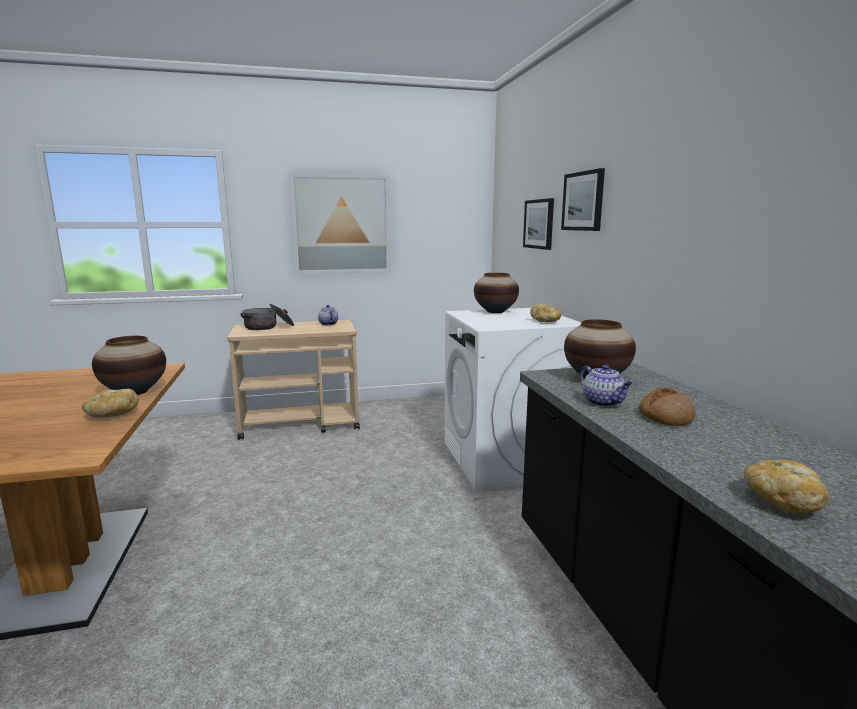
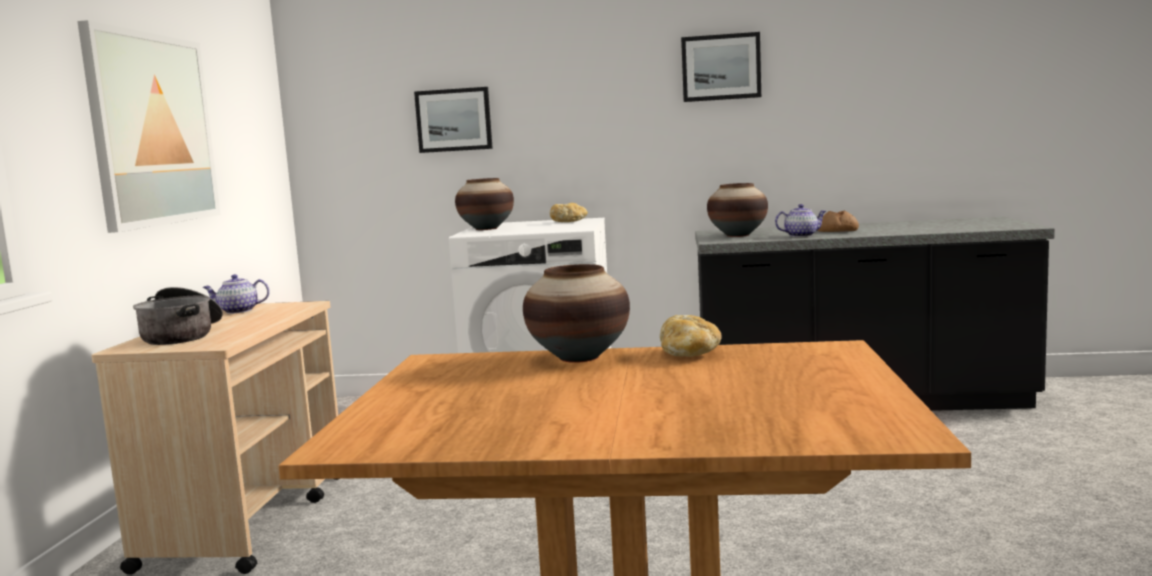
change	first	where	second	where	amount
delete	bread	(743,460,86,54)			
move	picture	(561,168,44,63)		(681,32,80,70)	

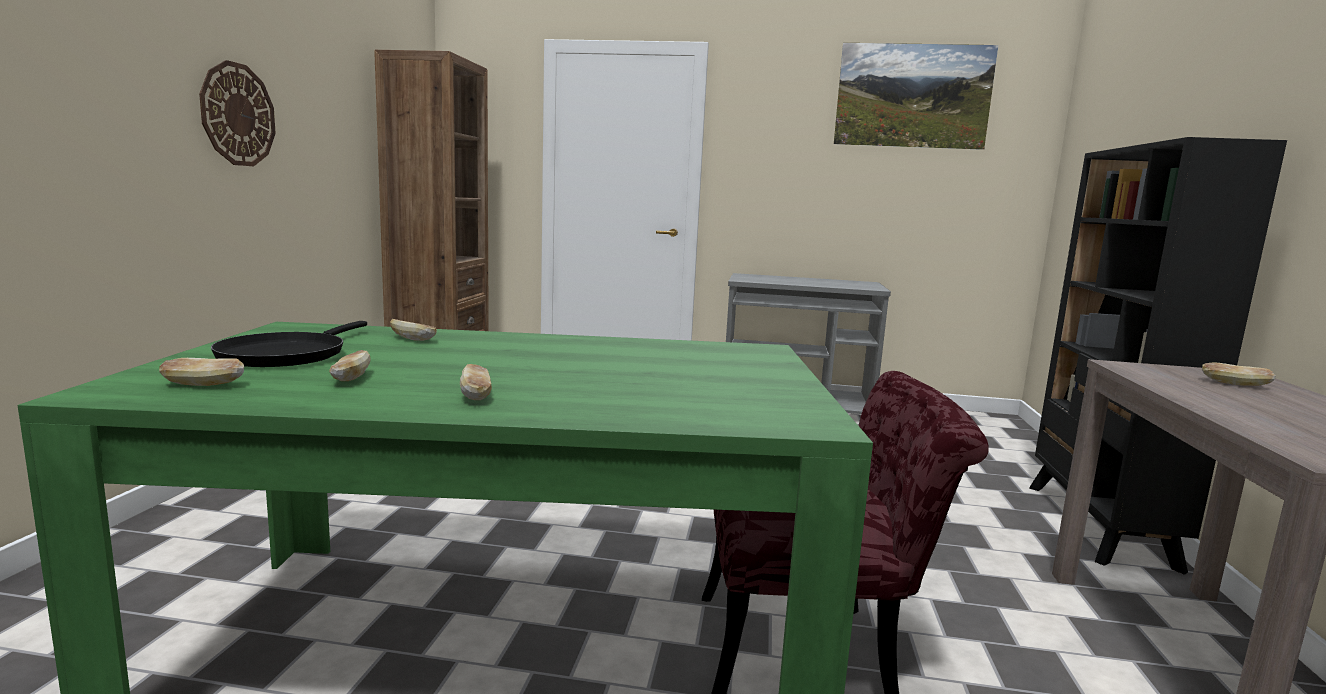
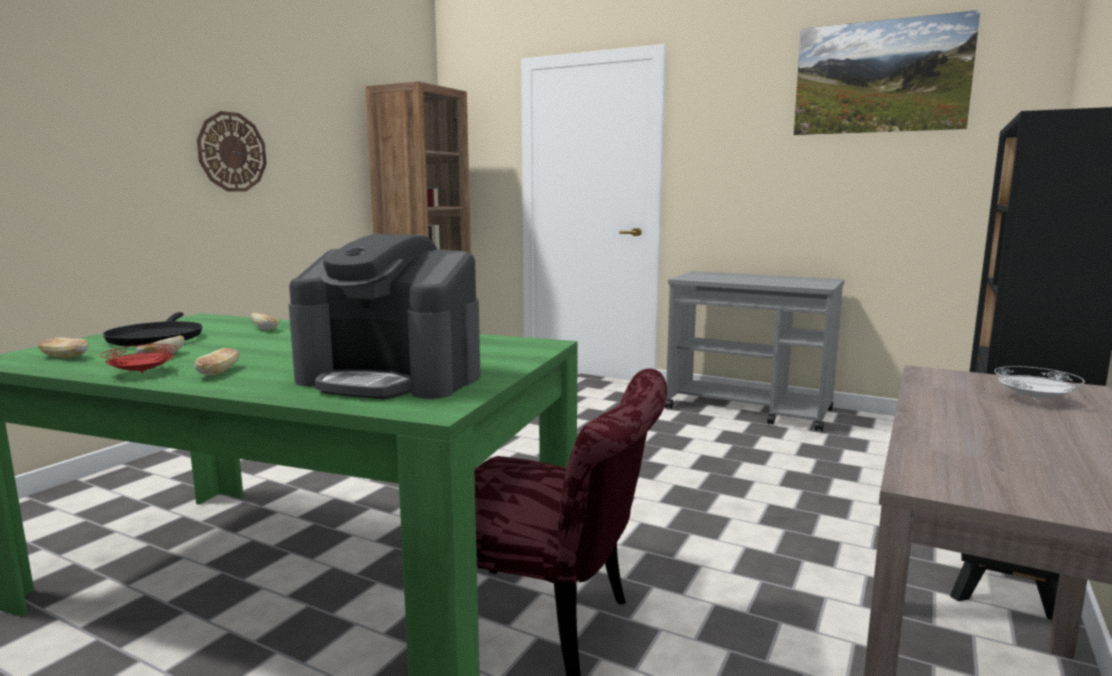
change	first	where	second	where	amount
insert			red plate	(100,344,77,29)	
insert			coffee machine	(289,234,191,165)	
replace	bread	(1202,362,74,24)	white plate	(995,366,90,34)	
rotate	black frying pan	(211,321,156,46)		(103,312,99,34)	45 degrees counterclockwise

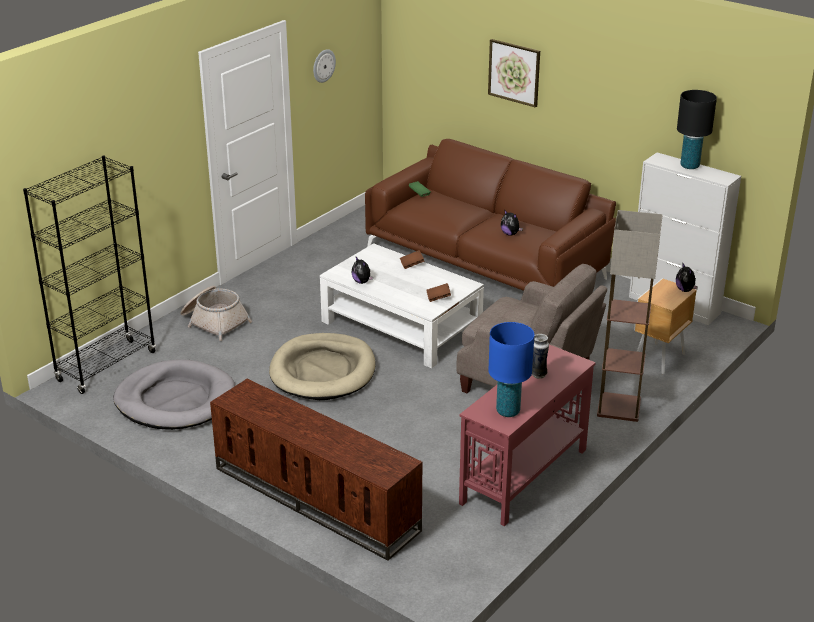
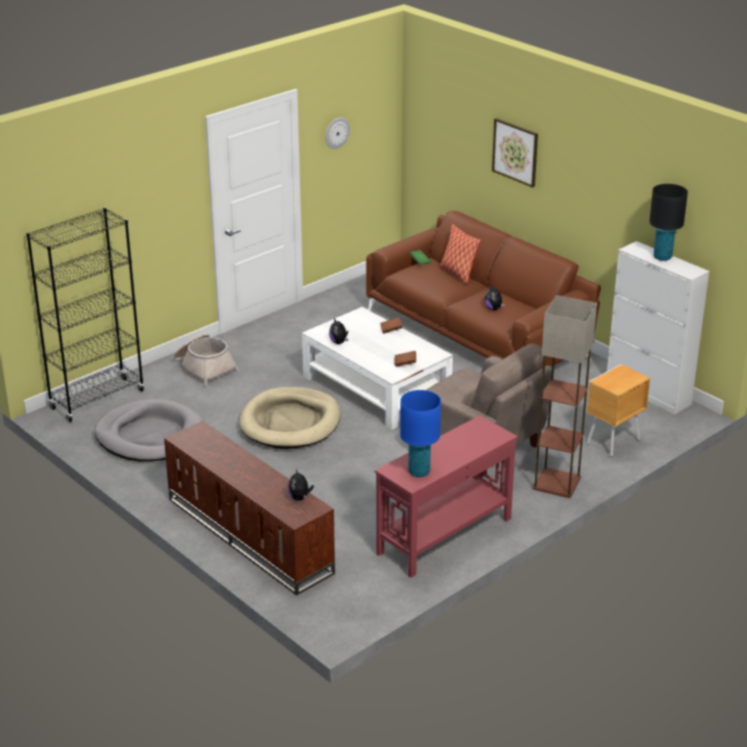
change	first	where	second	where	amount
delete	vase	(532,334,17,45)			
insert			pillow	(439,224,42,60)	
move	plush toy	(676,262,22,30)		(288,469,26,31)	

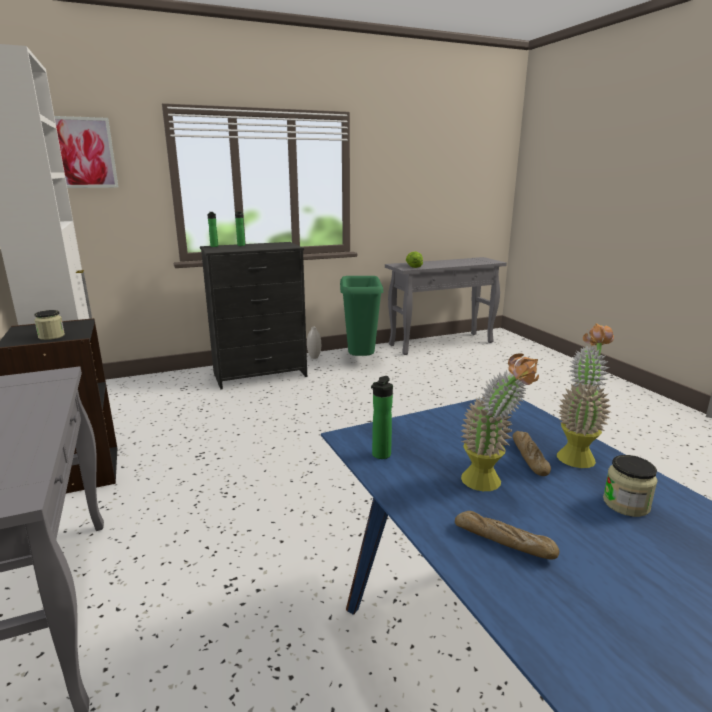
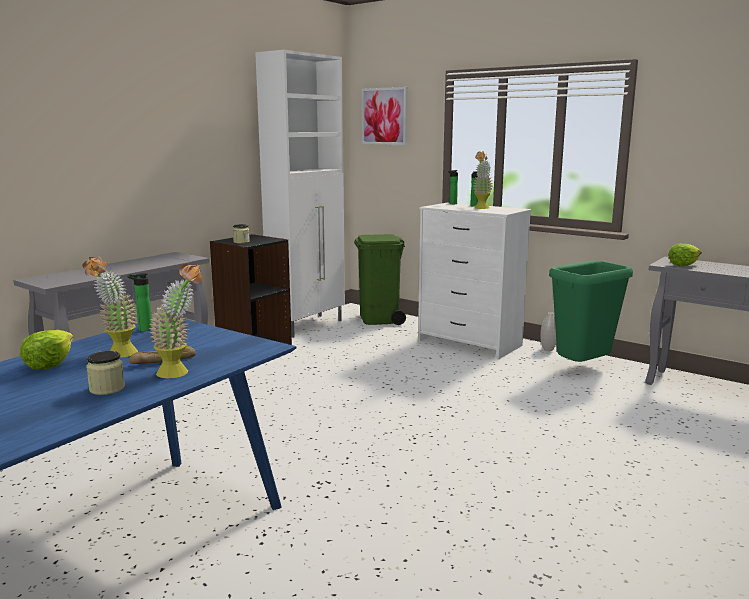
change	first	where	second	where	amount
insert			green trash can	(354,234,52,91)	
insert			potted plant	(473,151,20,58)	
replace	bread	(455,511,105,48)	lettuce	(20,330,53,40)	
recolor	black dresser	(200,242,107,148)	white dresser	(418,203,114,157)	

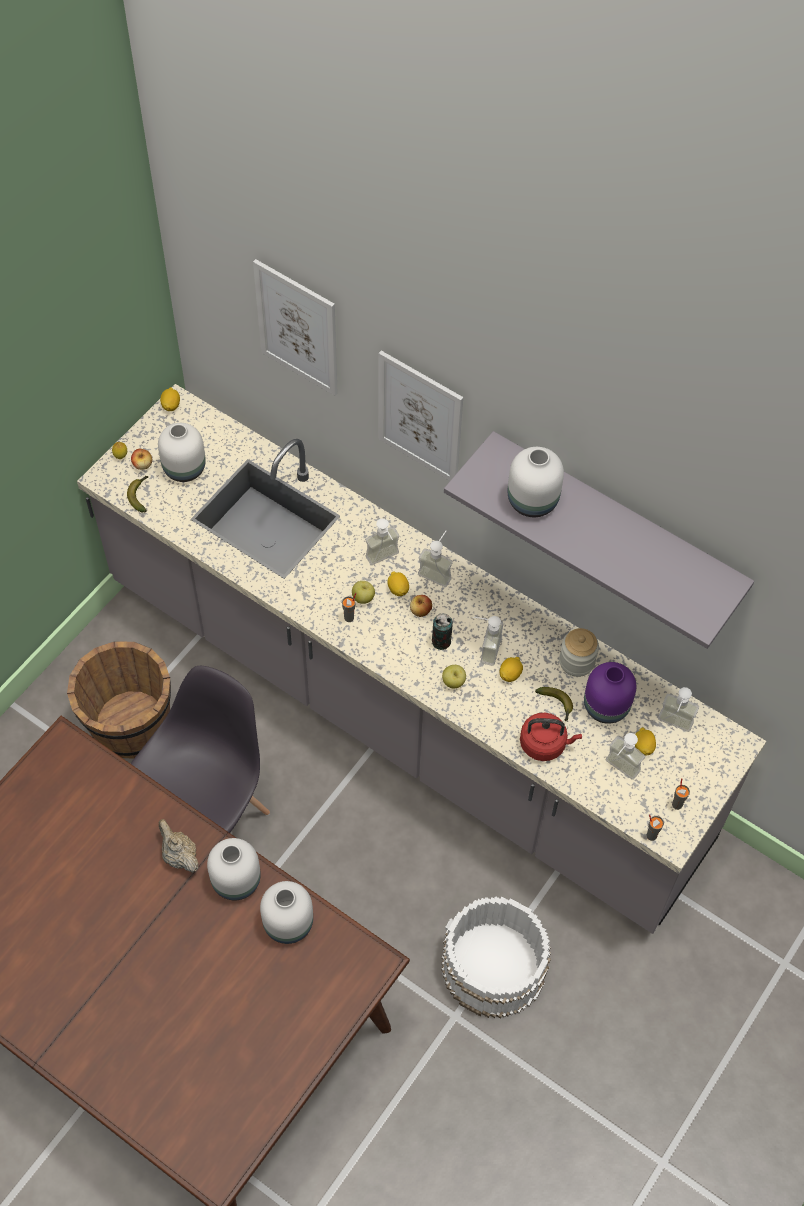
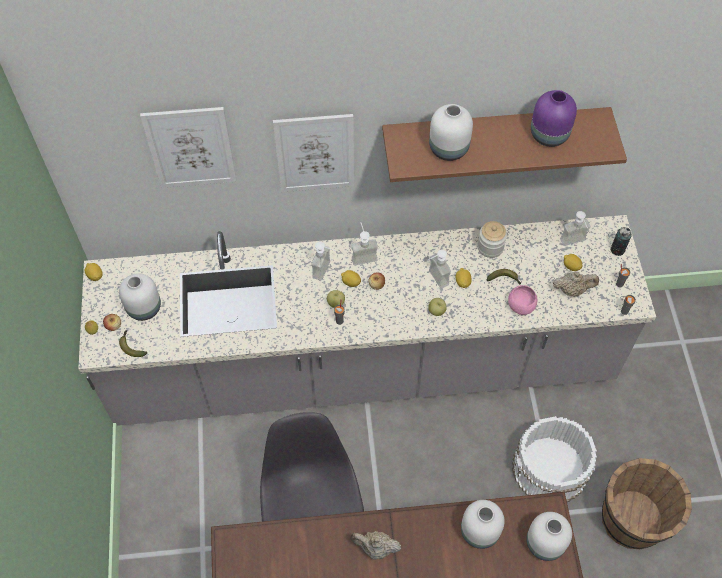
change	first	where	second	where	amount
move	brown bucket	(67,641,104,117)		(602,458,90,91)	
move	white vase	(207,838,54,62)		(526,512,46,49)	
move	can	(432,613,21,37)		(610,227,22,29)	
move	purple vase	(584,662,52,62)		(531,90,46,57)	
replace	red kettle	(520,713,62,48)	pink bowl	(508,285,29,30)	
replace	soap dispenser	(606,733,39,47)	beige teapot	(553,272,46,25)	
recolor	grey shelf	(444,431,310,218)	brown shelf	(382,107,245,75)	

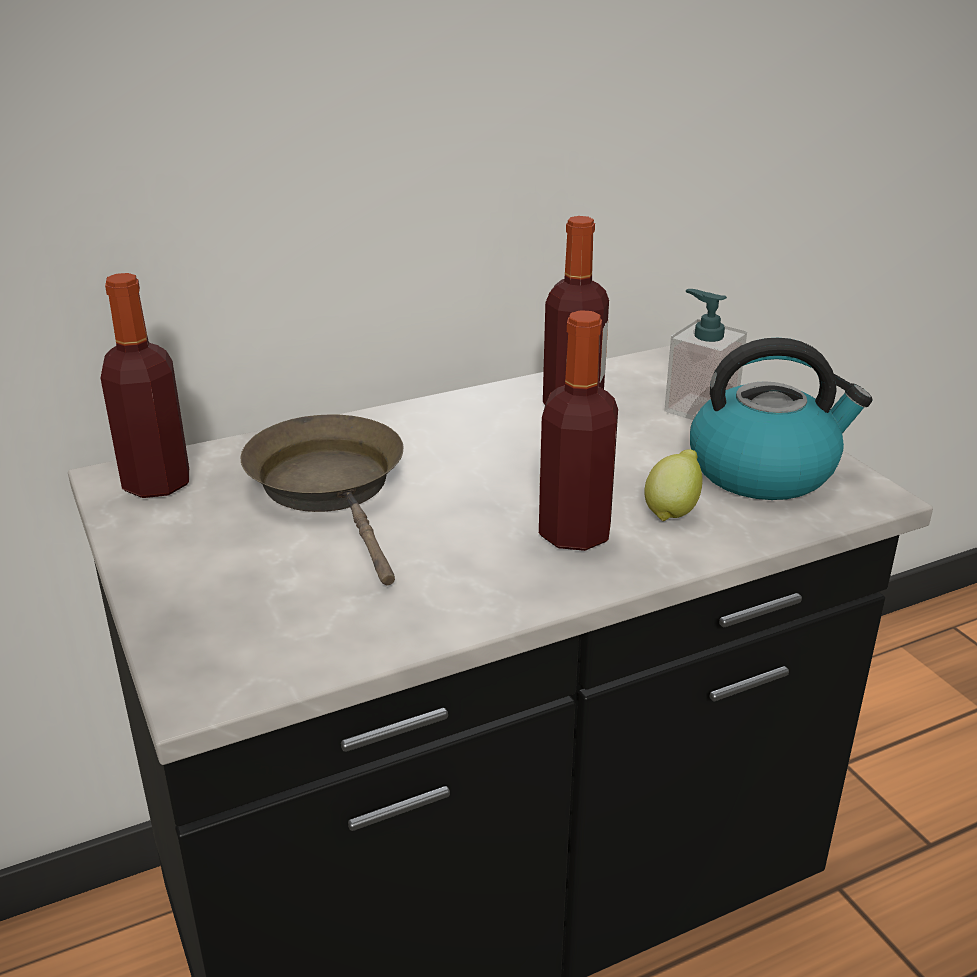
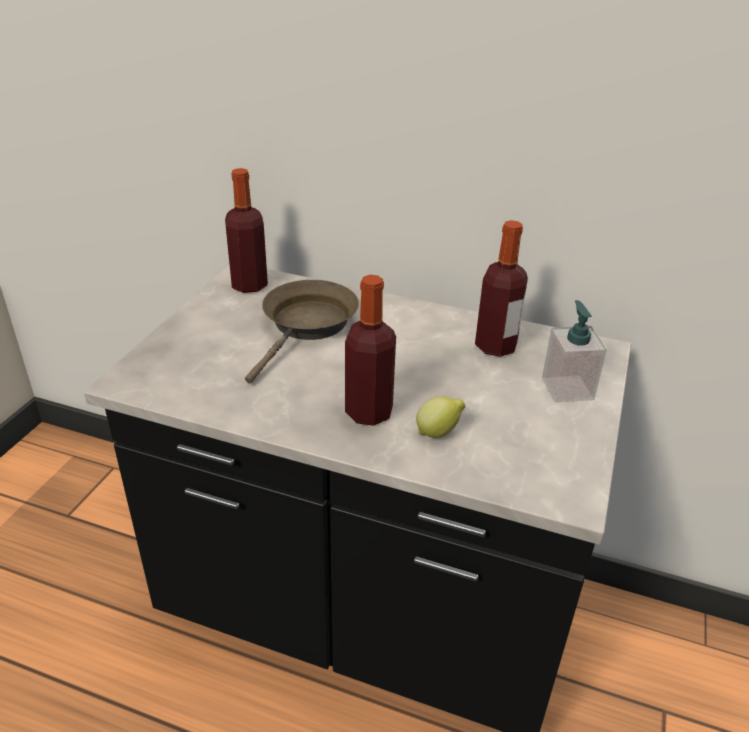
change	first	where	second	where	amount
delete	kettle	(690,338,183,162)			

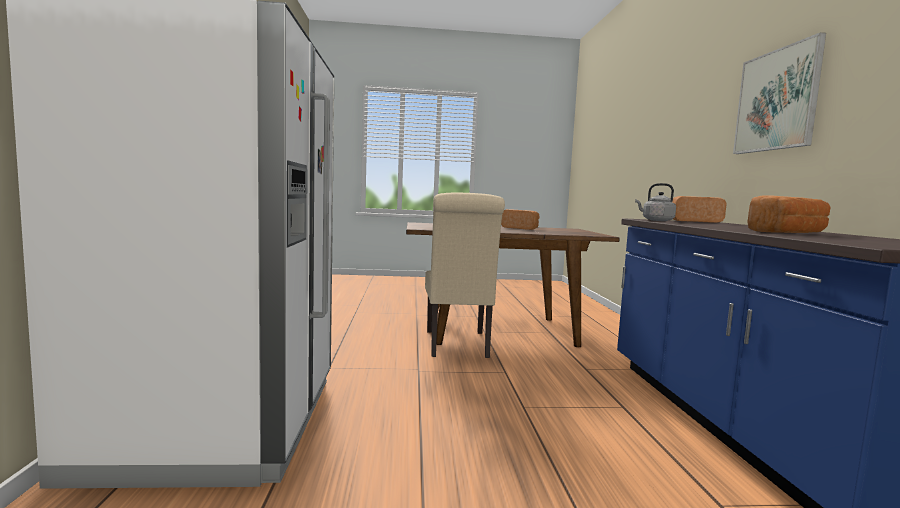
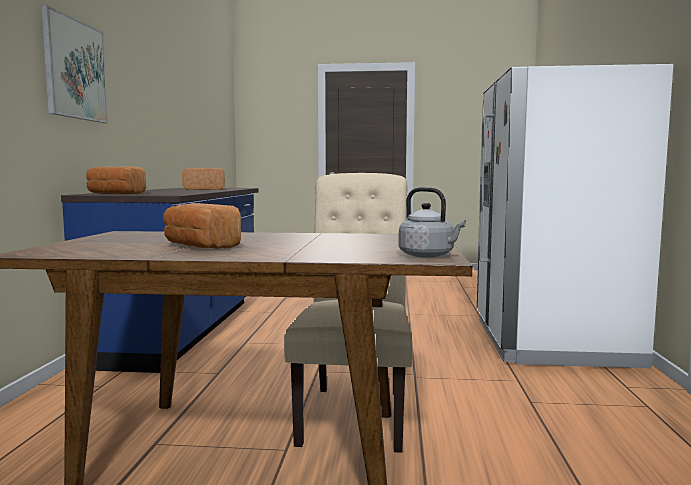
change	first	where	second	where	amount
move	grey kettle	(635,183,41,38)		(398,187,68,71)	

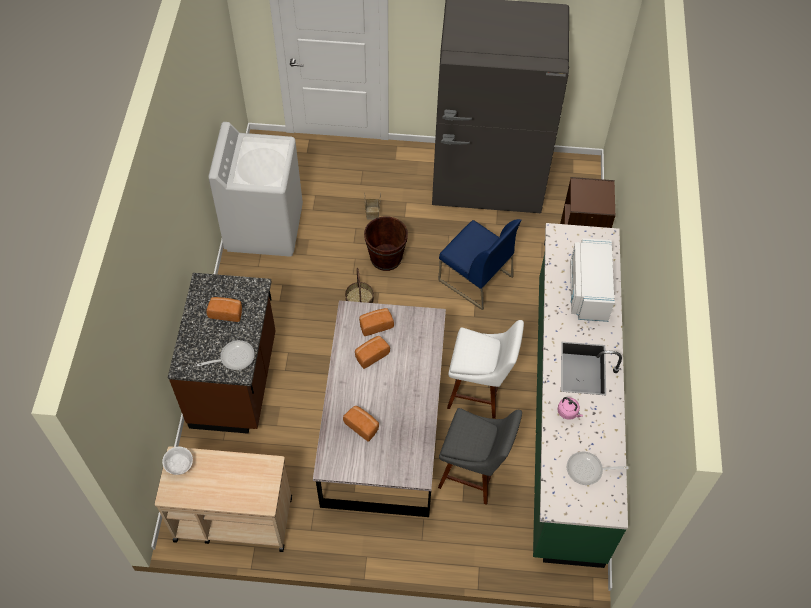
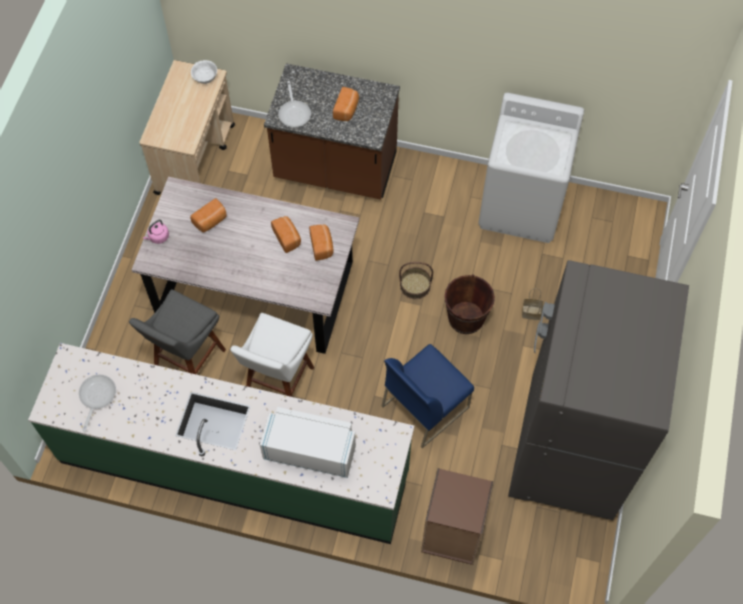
change	first	where	second	where	amount
move	pink kettle	(557,397,26,23)		(143,220,26,24)	

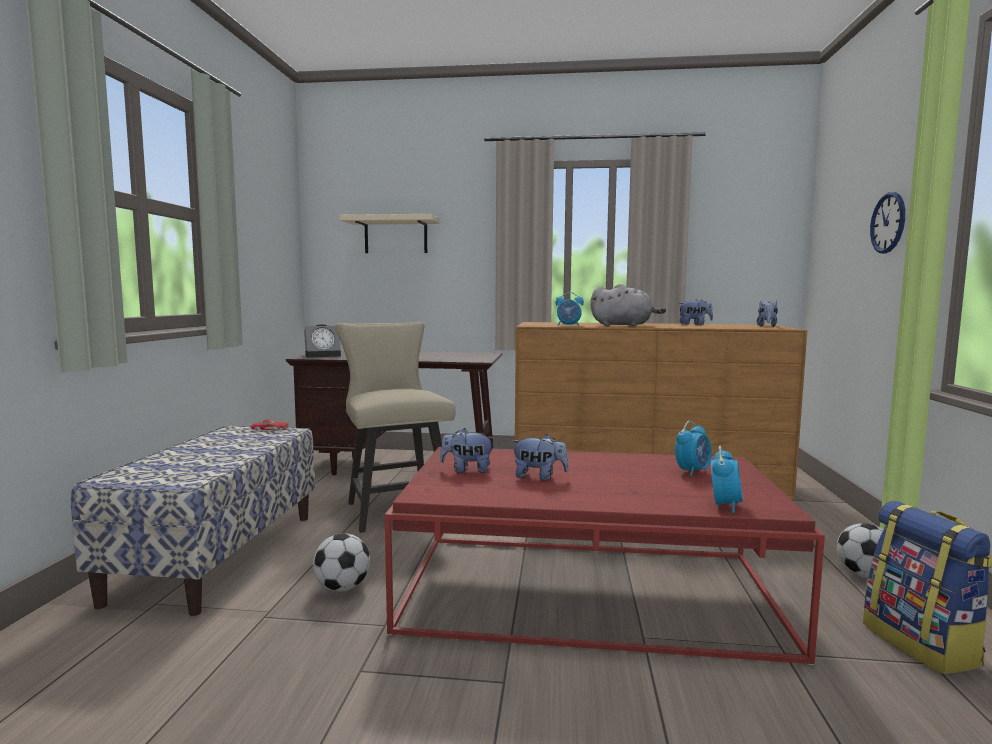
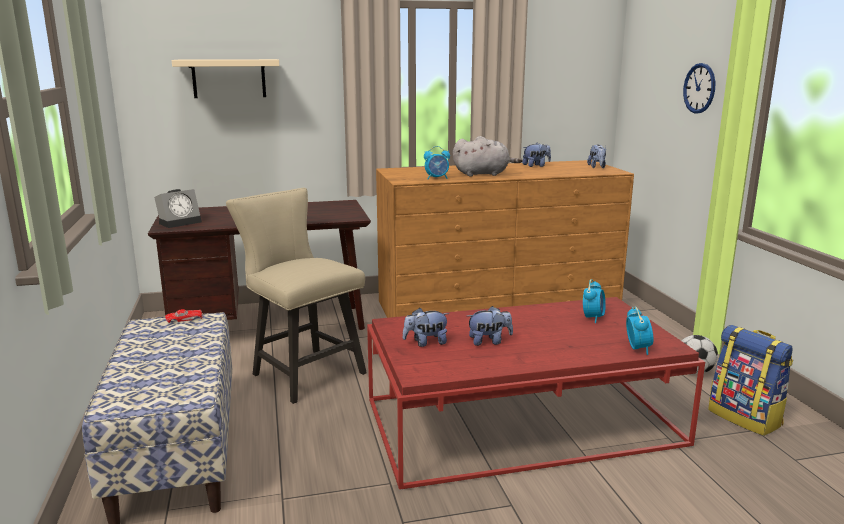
change	first	where	second	where	amount
delete	football	(313,533,57,59)			

